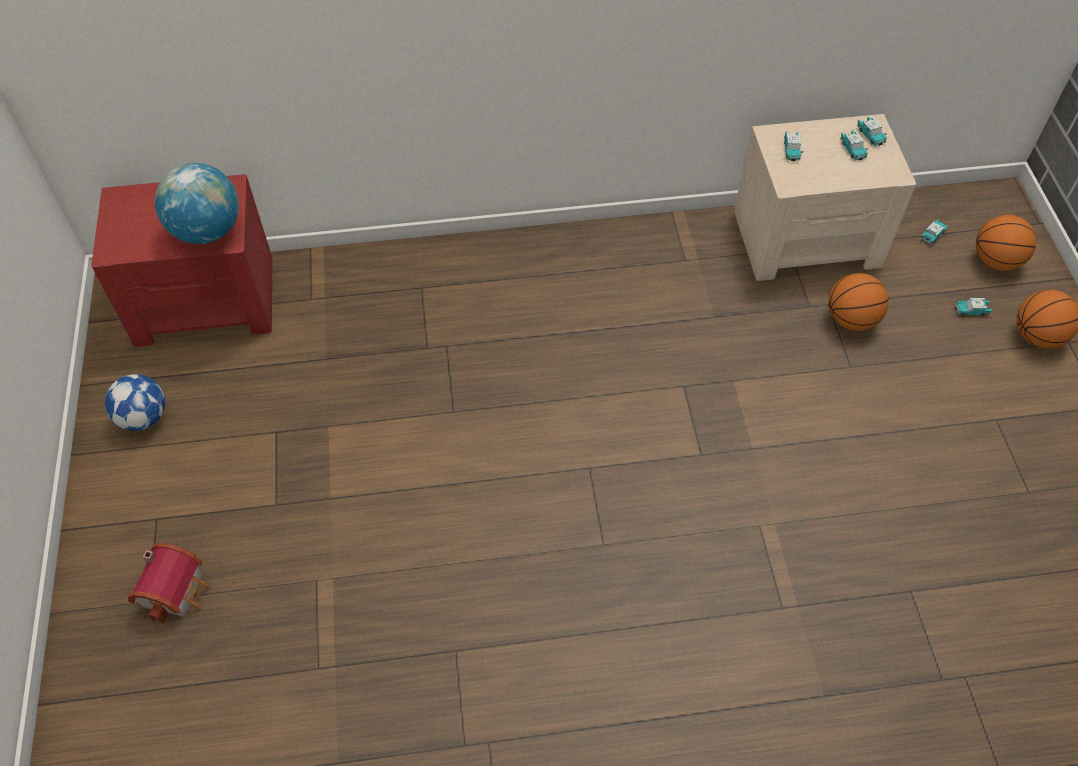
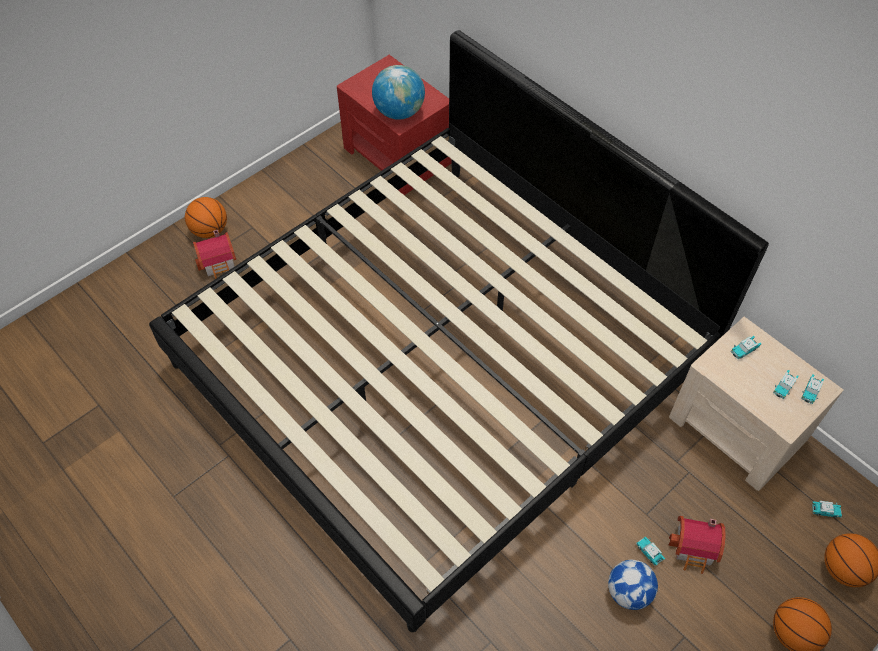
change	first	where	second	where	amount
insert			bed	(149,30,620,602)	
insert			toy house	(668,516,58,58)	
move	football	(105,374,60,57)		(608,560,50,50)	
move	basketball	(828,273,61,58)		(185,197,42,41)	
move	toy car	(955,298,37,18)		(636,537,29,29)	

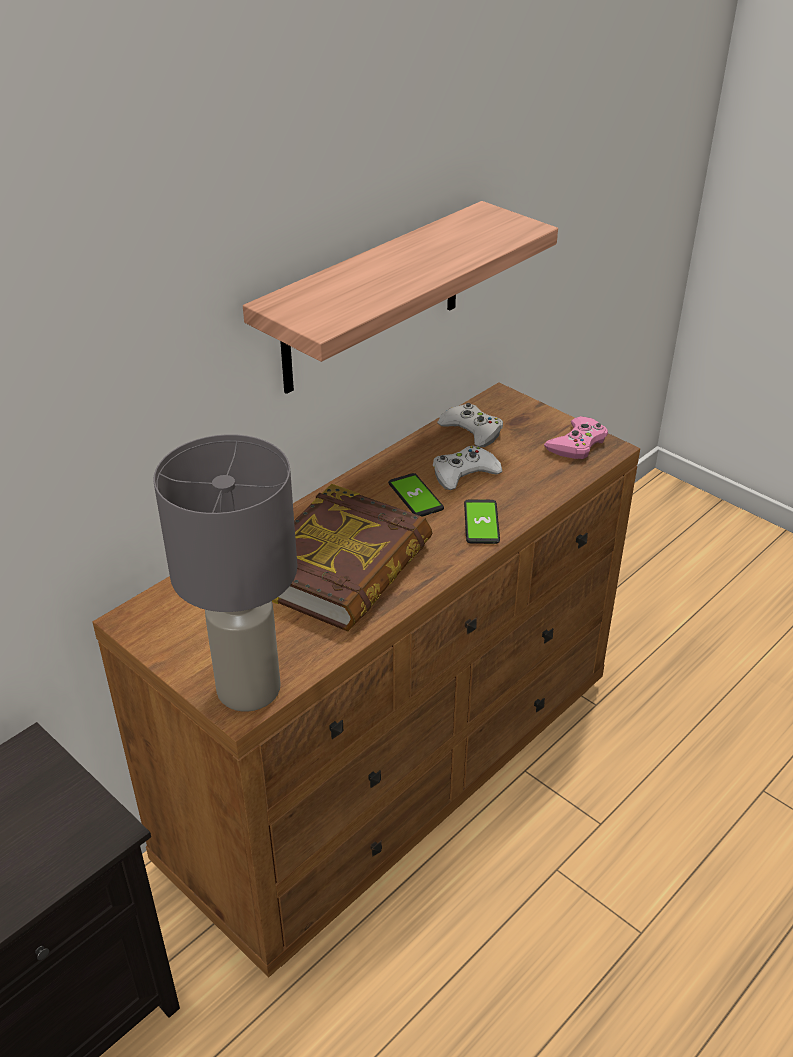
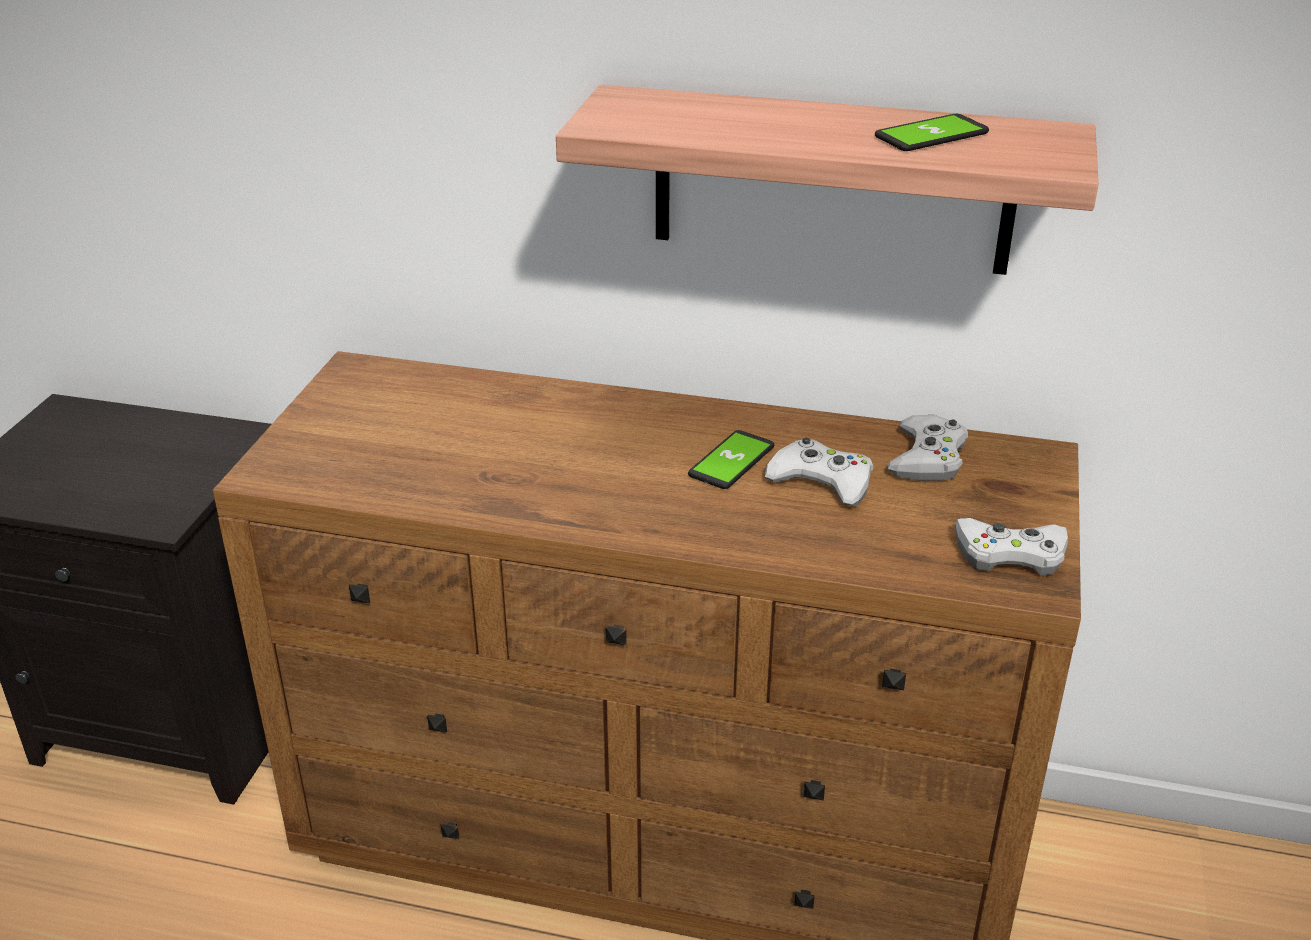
change	first	where	second	where	amount
delete	grey table lamp	(153,434,144,277)			
delete	book	(272,484,160,147)			
move	phone	(464,499,36,45)		(875,114,114,37)	
recolor	pink game controller	(544,416,64,43)	white game controller	(955,518,113,57)	

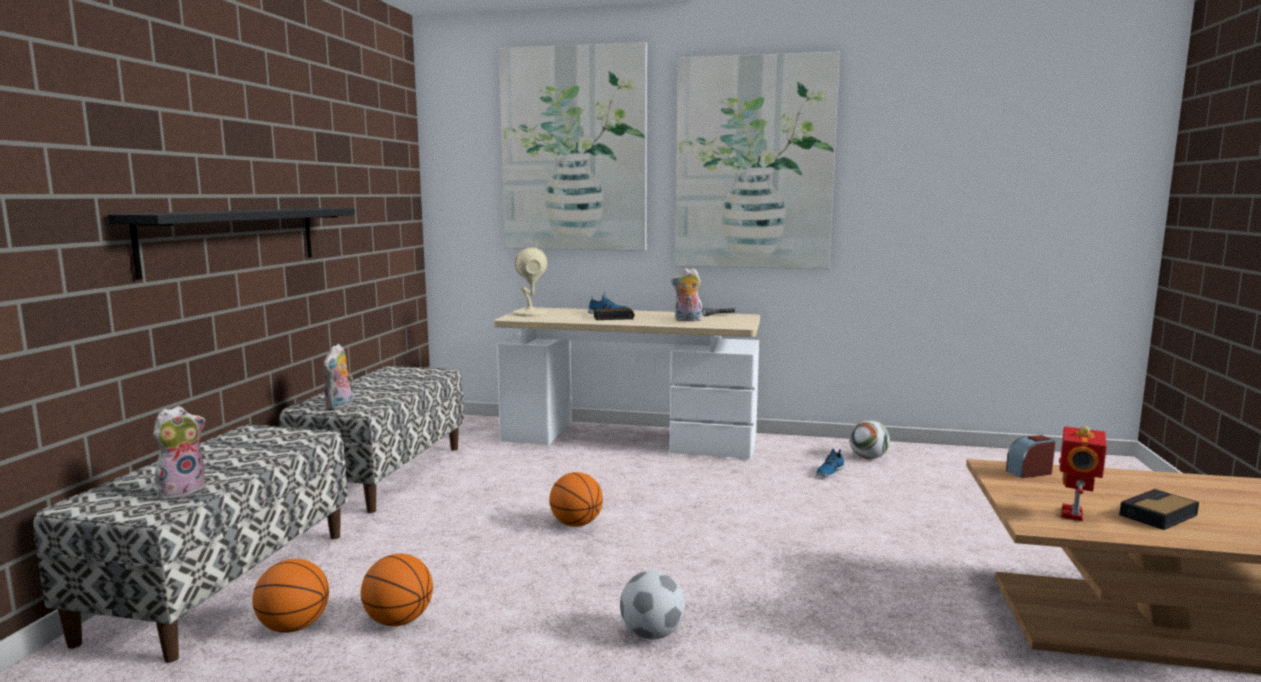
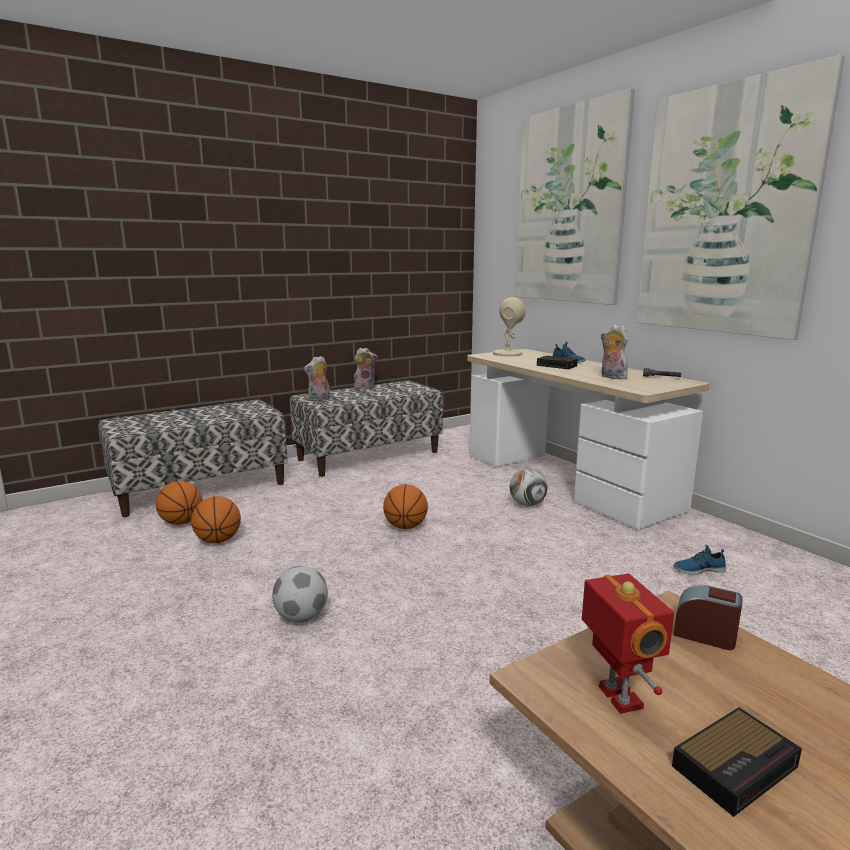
change	first	where	second	where	amount
delete	black shelf	(107,208,248,72)			
move	plush toy	(153,406,53,95)		(354,348,24,41)	
move	football	(849,420,41,39)		(510,469,37,37)	
rotate	toy robot	(1059,426,48,95)		(582,573,92,141)	90 degrees clockwise
rotate	alarm clock	(1119,489,80,41)		(672,707,130,110)	135 degrees clockwise

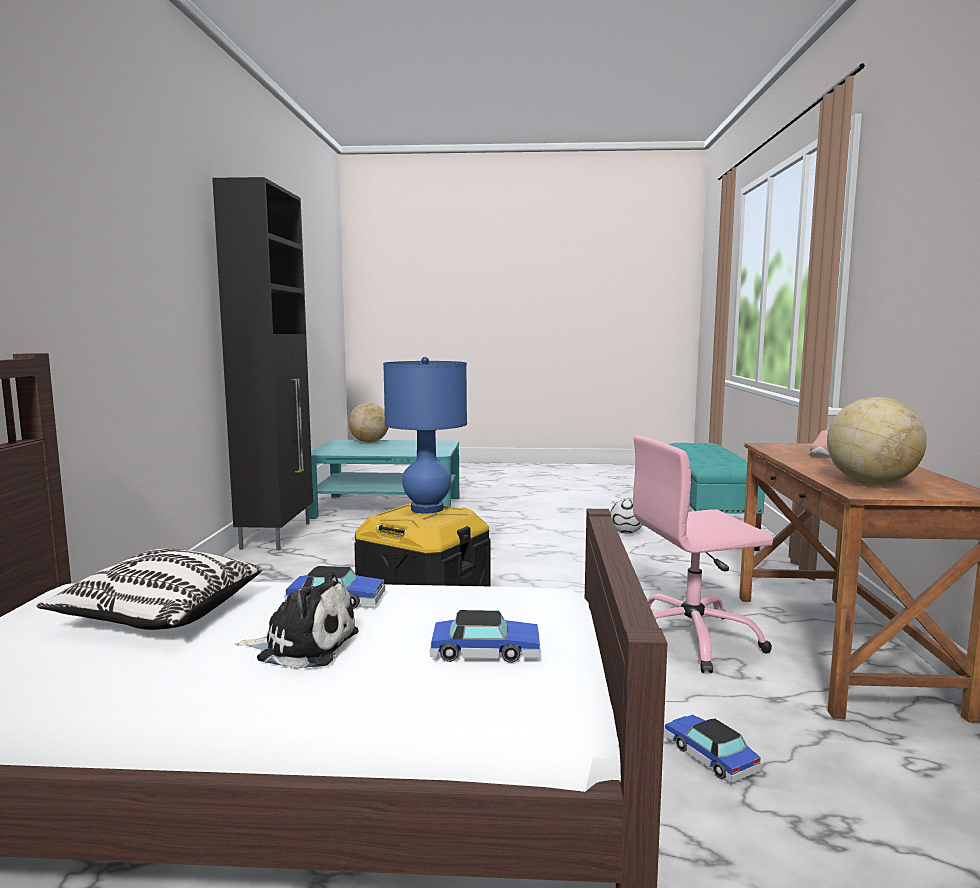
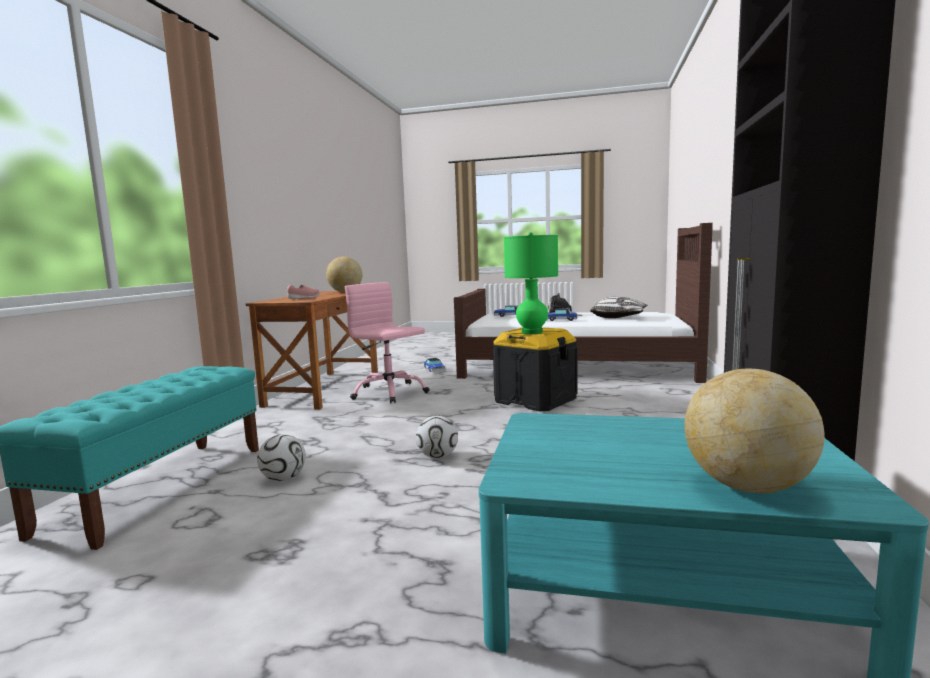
change	first	where	second	where	amount
insert			football	(416,416,42,43)	
recolor	blue table lamp	(383,357,84,157)	green table lamp	(504,232,54,102)	
rotate	pink office chair	(633,436,140,237)		(345,282,85,121)	135 degrees counterclockwise

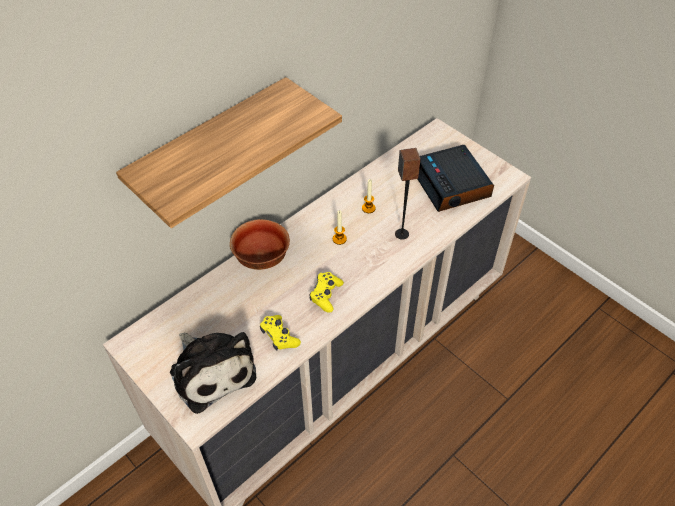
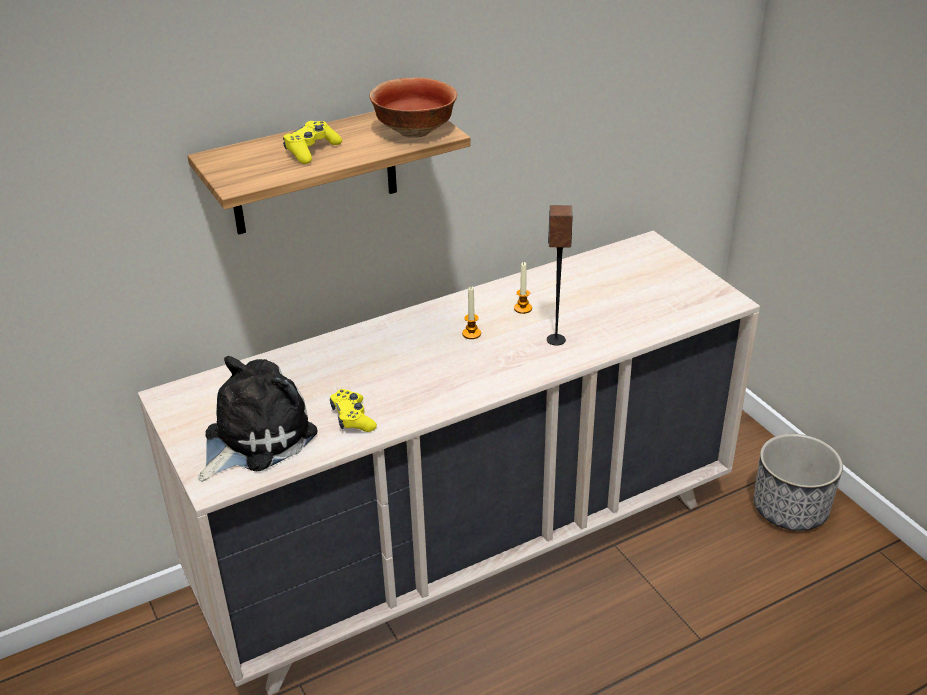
change	first	where	second	where	amount
delete	alarm clock	(418,145,76,67)			
insert			planter	(754,434,89,97)	
move	bowl	(230,219,60,51)		(370,78,87,60)	
move	yellow game controller	(309,272,35,41)		(283,121,59,43)	
rotate	plush toy	(170,332,86,82)		(198,356,120,126)	120 degrees counterclockwise

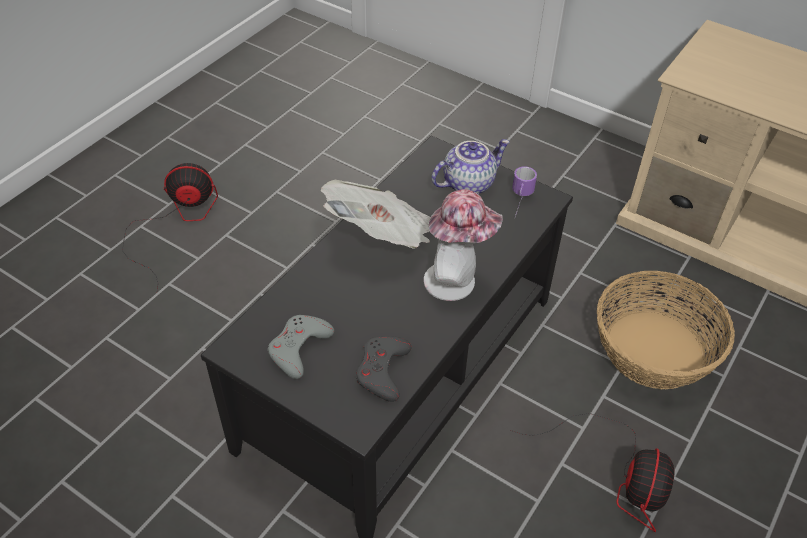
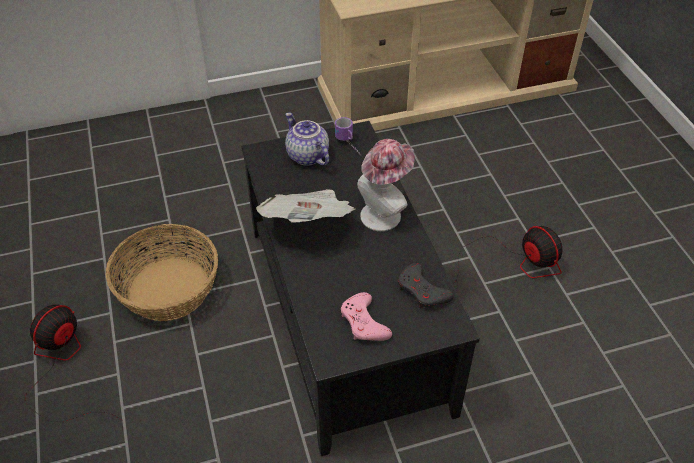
change	first	where	second	where	amount
move	basket	(597,271,138,118)		(105,224,113,97)	
recolor	grey game controller	(268,315,66,64)	pink game controller	(341,292,51,49)	
rotate	teapot	(431,139,79,55)		(285,113,44,53)	45 degrees counterclockwise

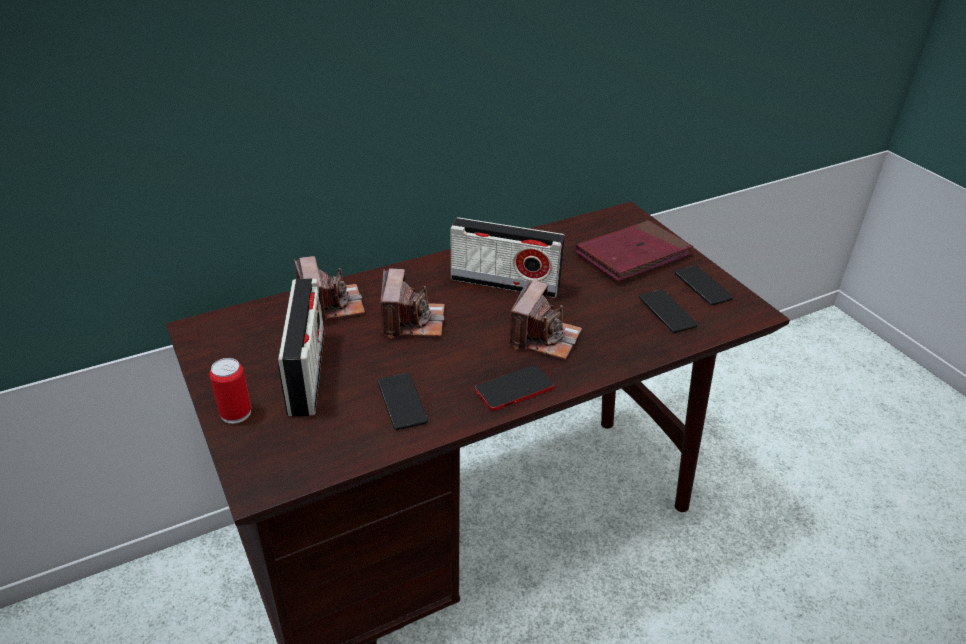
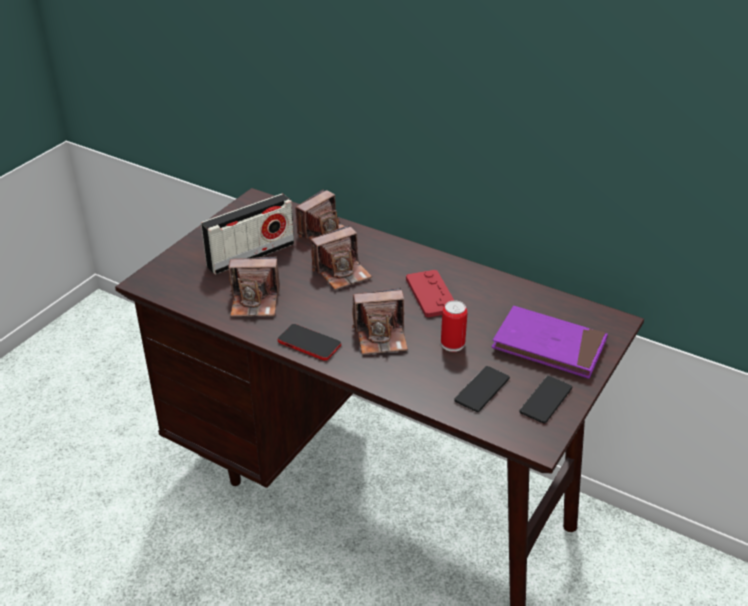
change	first	where	second	where	amount
move	can	(210,358,41,66)		(441,300,27,52)	
replace	phone	(377,373,51,57)	photo camera	(228,257,52,60)	
replace	radio	(451,217,114,81)	red game controller	(406,270,48,47)	
recolor	red book	(575,220,118,62)	purple book	(492,306,116,73)	

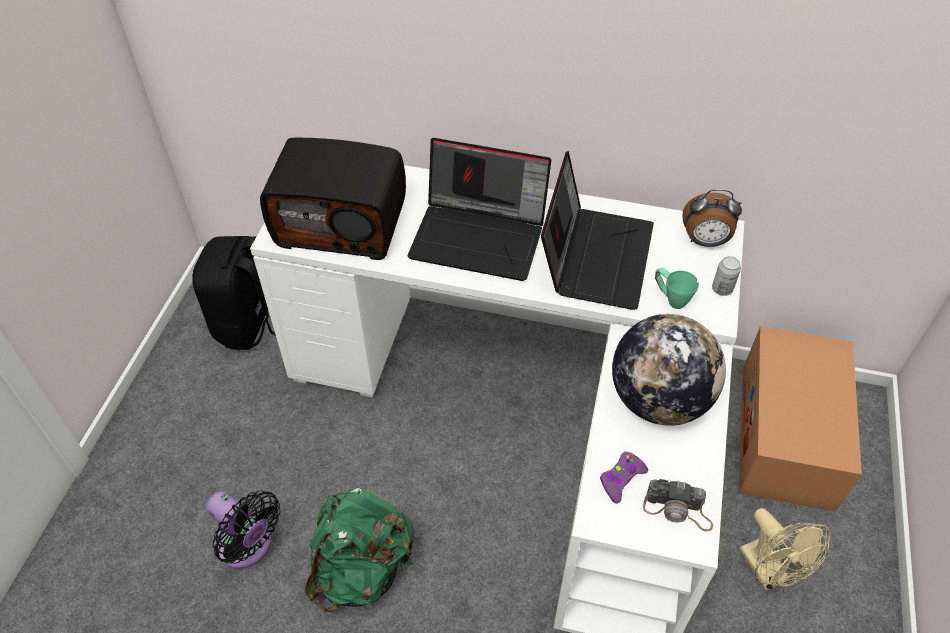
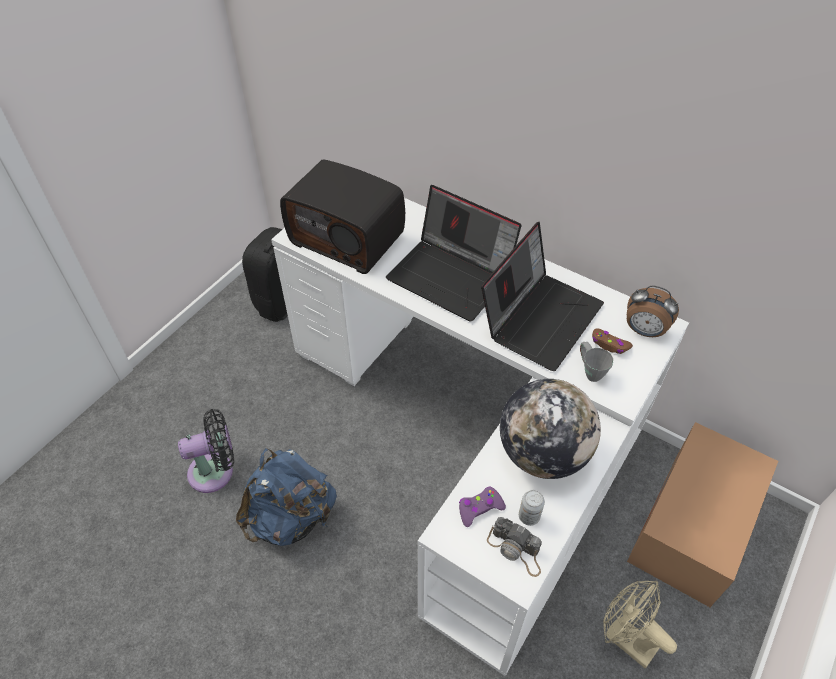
change	first	where	second	where	amount
insert			brown game controller	(592,328,41,26)	
move	can	(712,256,29,40)		(519,490,26,36)	
recolor	green backpack	(305,488,109,124)	blue backpack	(236,448,101,98)	
recolor	green mug	(655,268,44,41)	grey mug	(580,342,33,40)	
rotate	black fan	(206,490,75,79)		(178,409,56,84)	75 degrees counterclockwise
rotate	beige fan	(739,508,92,83)		(603,581,74,87)	135 degrees clockwise

